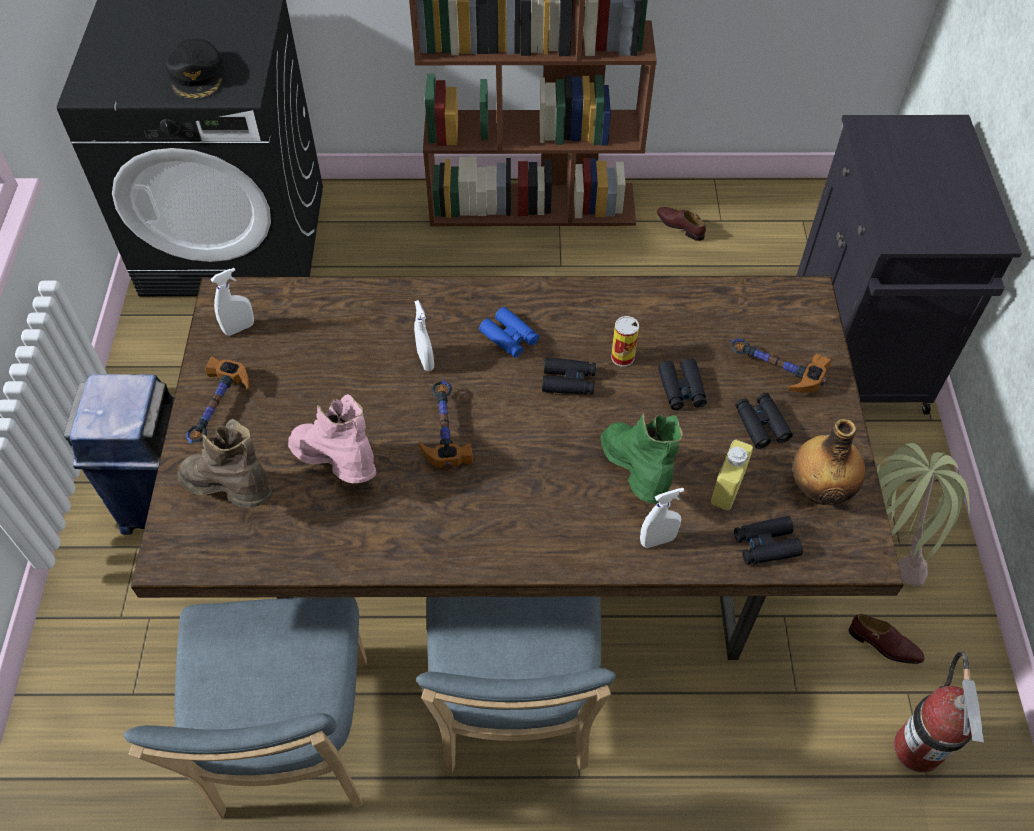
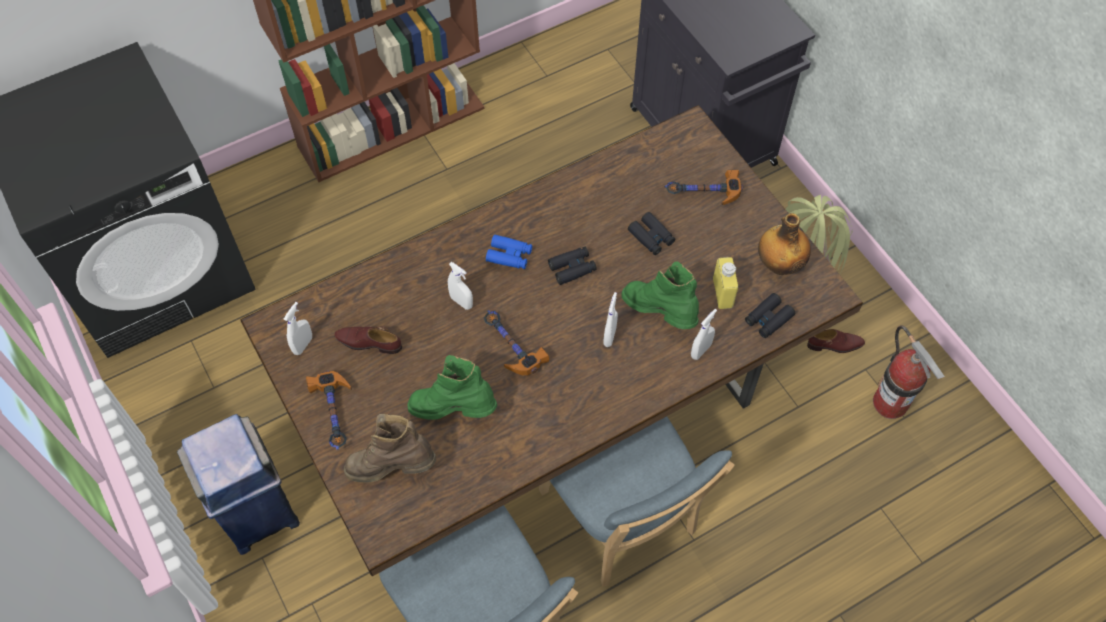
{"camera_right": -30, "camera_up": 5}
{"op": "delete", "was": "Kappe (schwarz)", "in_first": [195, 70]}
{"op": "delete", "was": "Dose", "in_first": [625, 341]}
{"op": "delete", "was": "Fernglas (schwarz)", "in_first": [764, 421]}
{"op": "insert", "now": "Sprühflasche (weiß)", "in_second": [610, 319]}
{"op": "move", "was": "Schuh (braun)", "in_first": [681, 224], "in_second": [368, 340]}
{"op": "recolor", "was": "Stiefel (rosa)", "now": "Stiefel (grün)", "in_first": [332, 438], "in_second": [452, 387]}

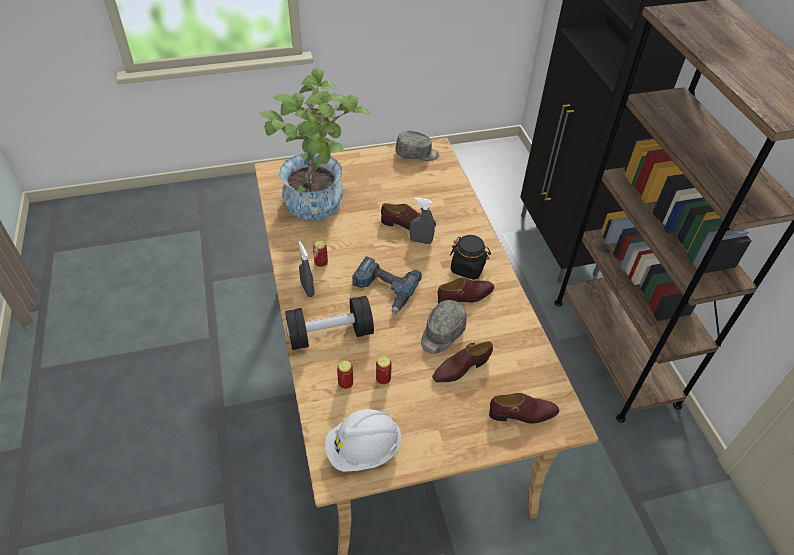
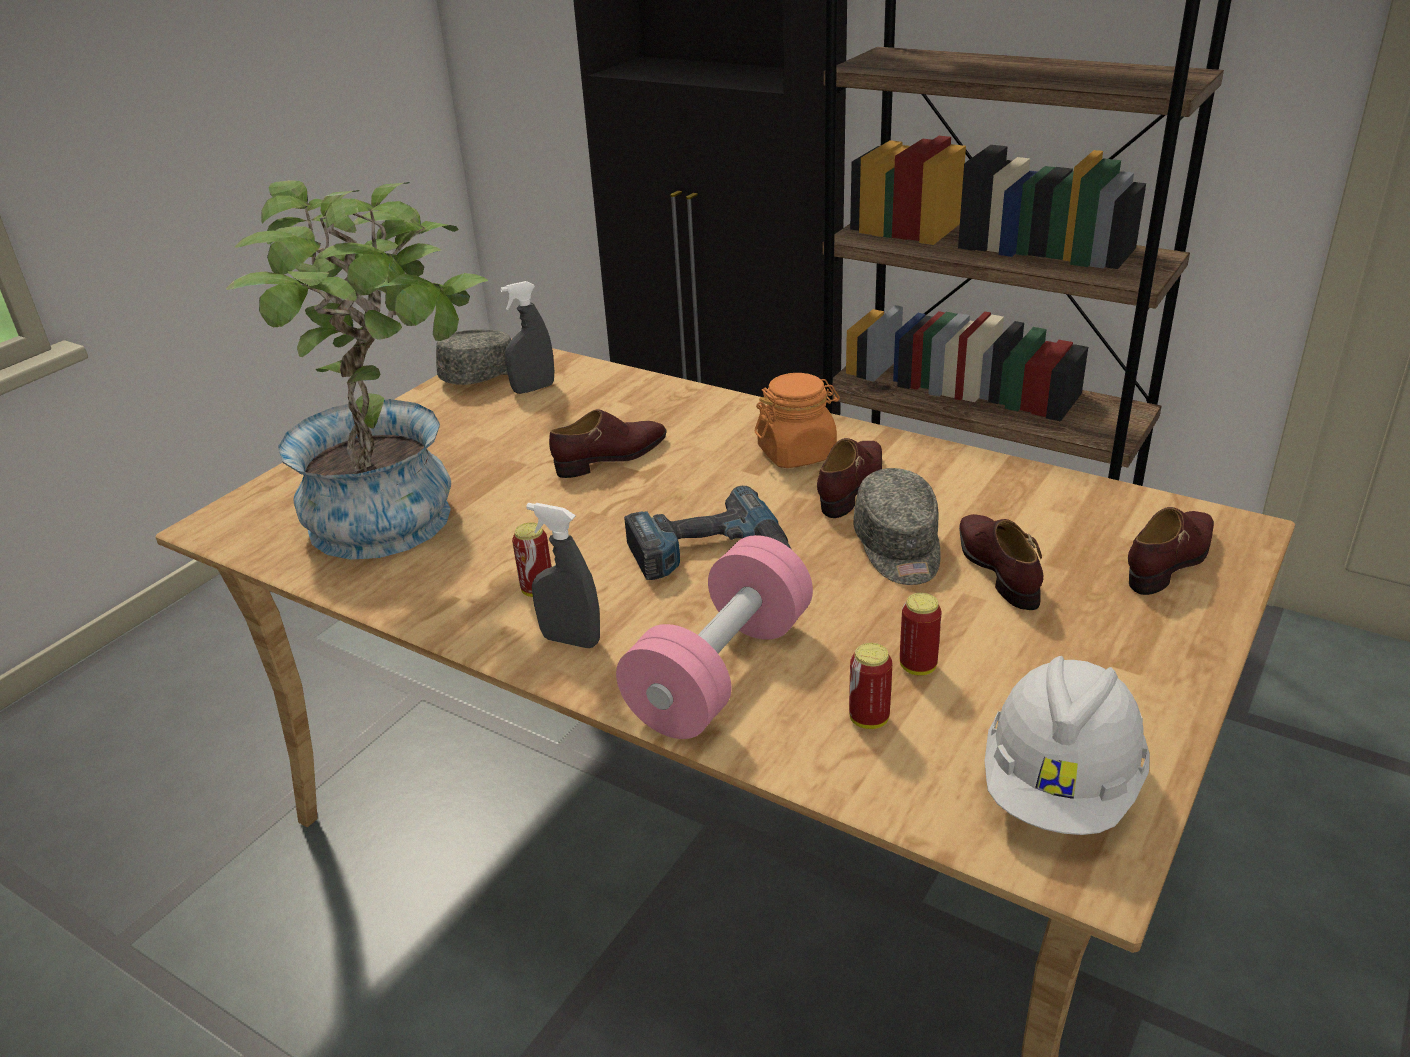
{"camera_right": -40, "camera_up": -15}
{"op": "move", "was": "Sprühflasche (grau)", "in_first": [422, 221], "in_second": [527, 337]}
{"op": "recolor", "was": "Hantel (schwarz)", "now": "Hantel (rosa)", "in_first": [329, 323], "in_second": [714, 637]}
{"op": "recolor", "was": "Vorratsglas (schwarz)", "now": "Vorratsglas (orange)", "in_first": [470, 257], "in_second": [797, 420]}
{"op": "rotate", "was": "Schuh (braun)", "in_first": [462, 361], "in_second": [1001, 562], "clockwise": 150}

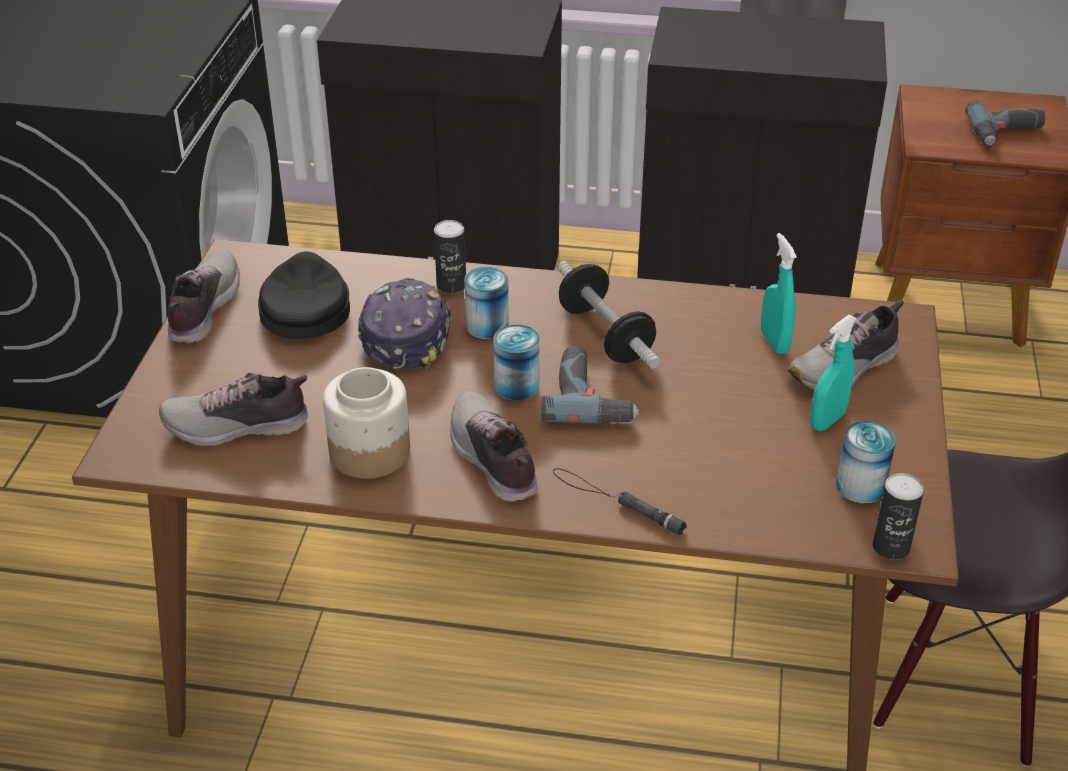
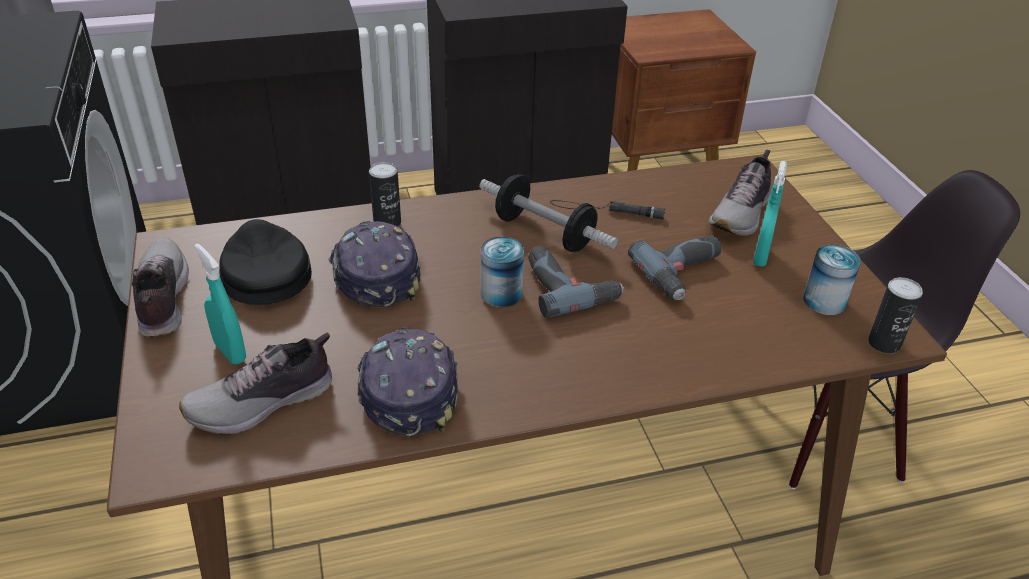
{"camera_right": -25, "camera_up": 0}
{"op": "delete", "was": "Schuh", "in_first": [494, 446]}
{"op": "delete", "was": "Dose", "in_first": [486, 303]}
{"op": "move", "was": "Taschenlampe (schwarz)", "in_first": [620, 501], "in_second": [607, 209]}
{"op": "move", "was": "Sprühflasche (türkis)", "in_first": [779, 293], "in_second": [220, 303]}
{"op": "move", "was": "Bohrmaschine", "in_first": [1005, 123], "in_second": [675, 267]}
{"op": "replace", "was": "Vorratsglas", "now": "Kappe", "in_first": [366, 423], "in_second": [407, 382]}

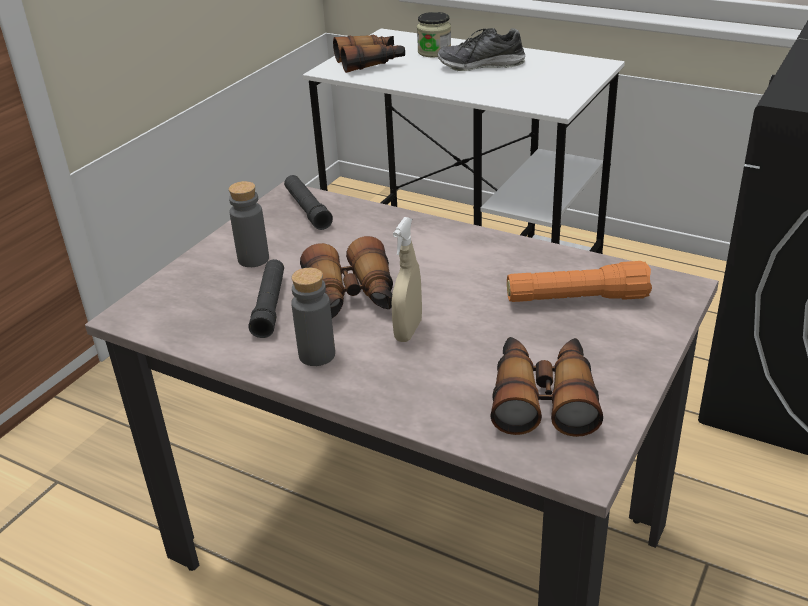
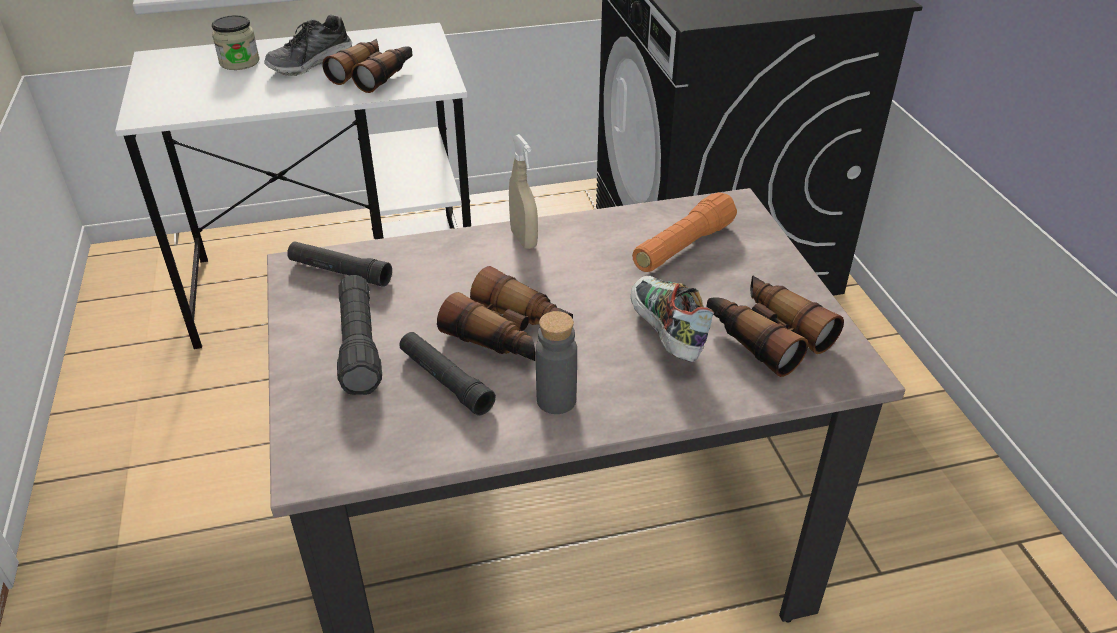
{"camera_right": -45, "camera_up": 5}
{"op": "insert", "now": "Schuh", "in_second": [672, 319]}
{"op": "move", "was": "Fernglas", "in_first": [369, 54], "in_second": [367, 66]}
{"op": "move", "was": "Sprühflasche (beige)", "in_first": [407, 279], "in_second": [523, 191]}
{"op": "replace", "was": "Flasche (grau)", "now": "Taschenlampe (schwarz)", "in_first": [249, 224], "in_second": [359, 335]}

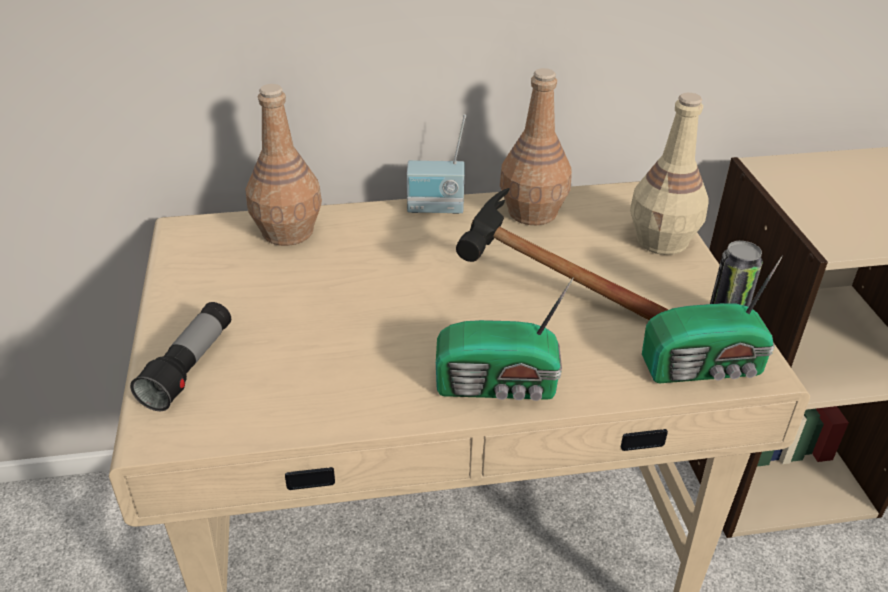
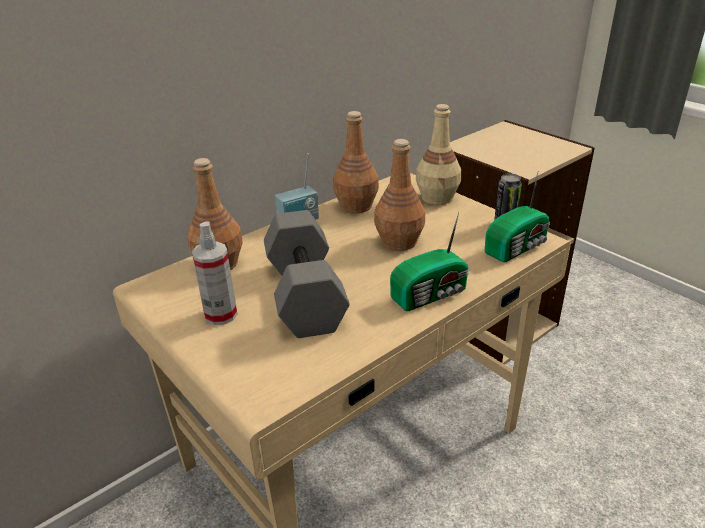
{"camera_right": -30, "camera_up": -5}
{"op": "delete", "was": "Taschenlampe", "in_first": [180, 356]}
{"op": "insert", "now": "Sprühflasche", "in_second": [214, 273]}
{"op": "insert", "now": "Hantel (grau)", "in_second": [307, 274]}
{"op": "replace", "was": "Hammer", "now": "Flasche (braun)", "in_first": [562, 254], "in_second": [399, 195]}

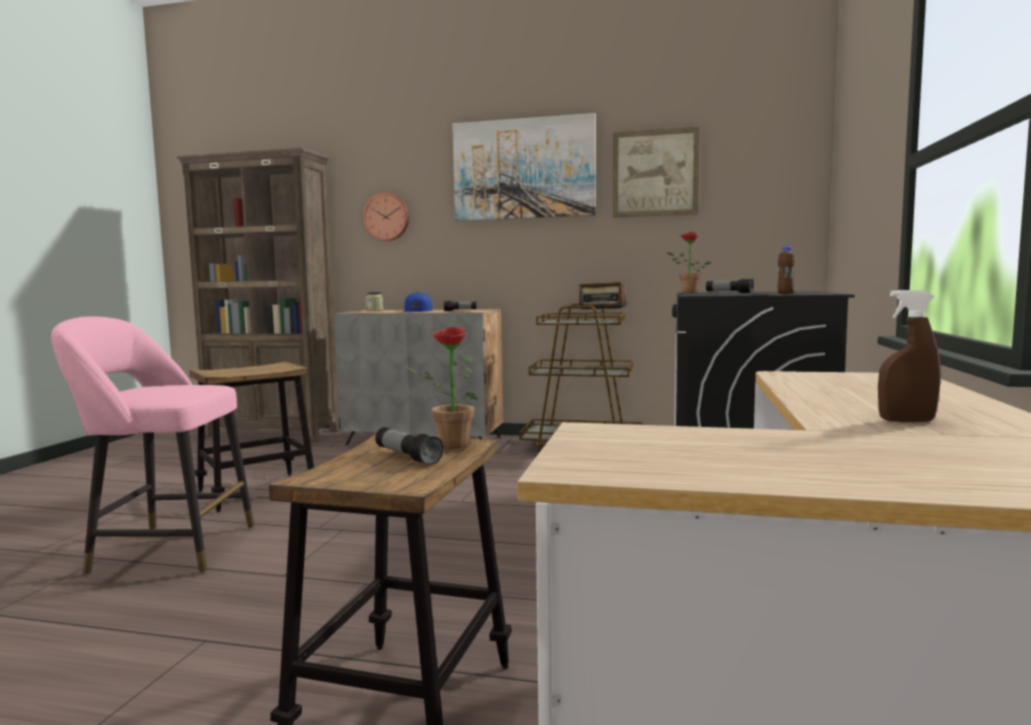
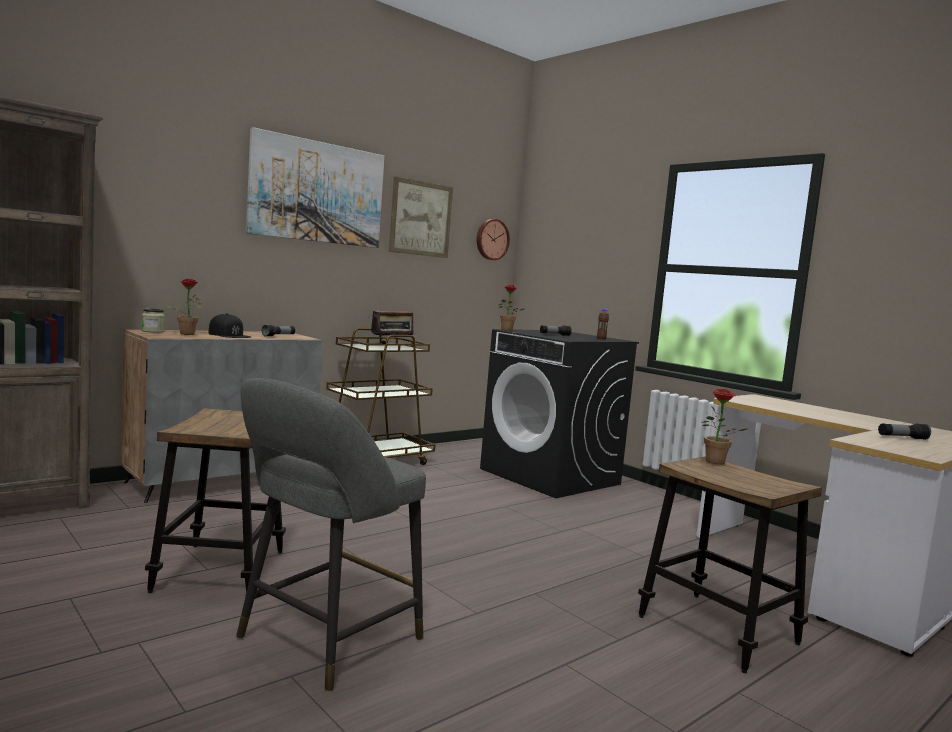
{"camera_right": -55, "camera_up": 0}
{"op": "delete", "was": "Sprühflasche (braun)", "in_first": [909, 356]}
{"op": "insert", "now": "Topfpflanze", "in_second": [184, 307]}
{"op": "move", "was": "Wanduhr", "in_first": [386, 217], "in_second": [493, 239]}
{"op": "move", "was": "Taschenlampe", "in_first": [409, 446], "in_second": [904, 431]}
{"op": "recolor", "was": "Hocker (rosa)", "now": "Hocker (grau)", "in_first": [152, 445], "in_second": [331, 535]}
{"op": "recolor", "was": "Kappe (blau)", "now": "Kappe (schwarz)", "in_first": [417, 302], "in_second": [229, 325]}

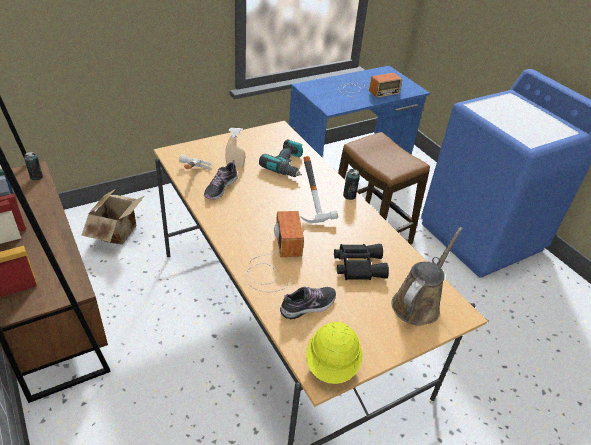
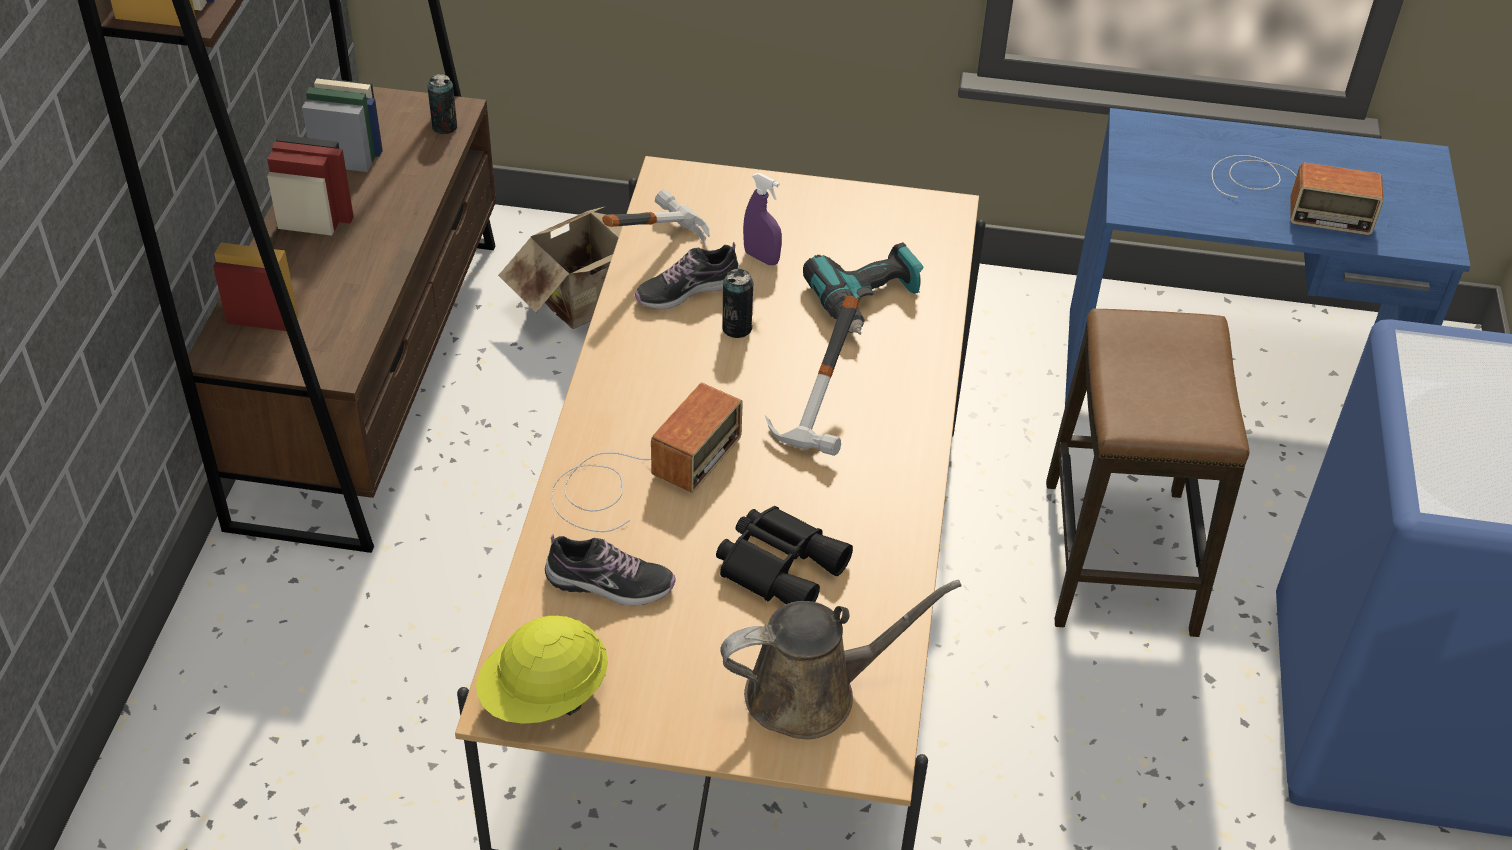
{"camera_right": 40, "camera_up": 5}
{"op": "move", "was": "Dose", "in_first": [351, 184], "in_second": [738, 303]}
{"op": "recolor", "was": "Sprühflasche (beige)", "now": "Sprühflasche (lila)", "in_first": [235, 148], "in_second": [762, 219]}

